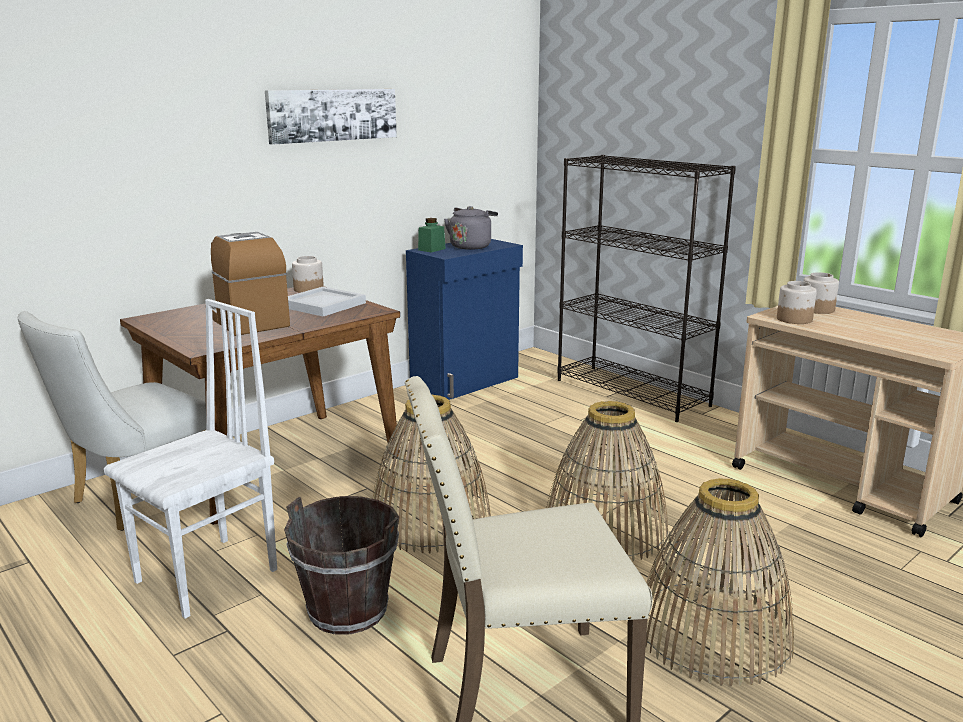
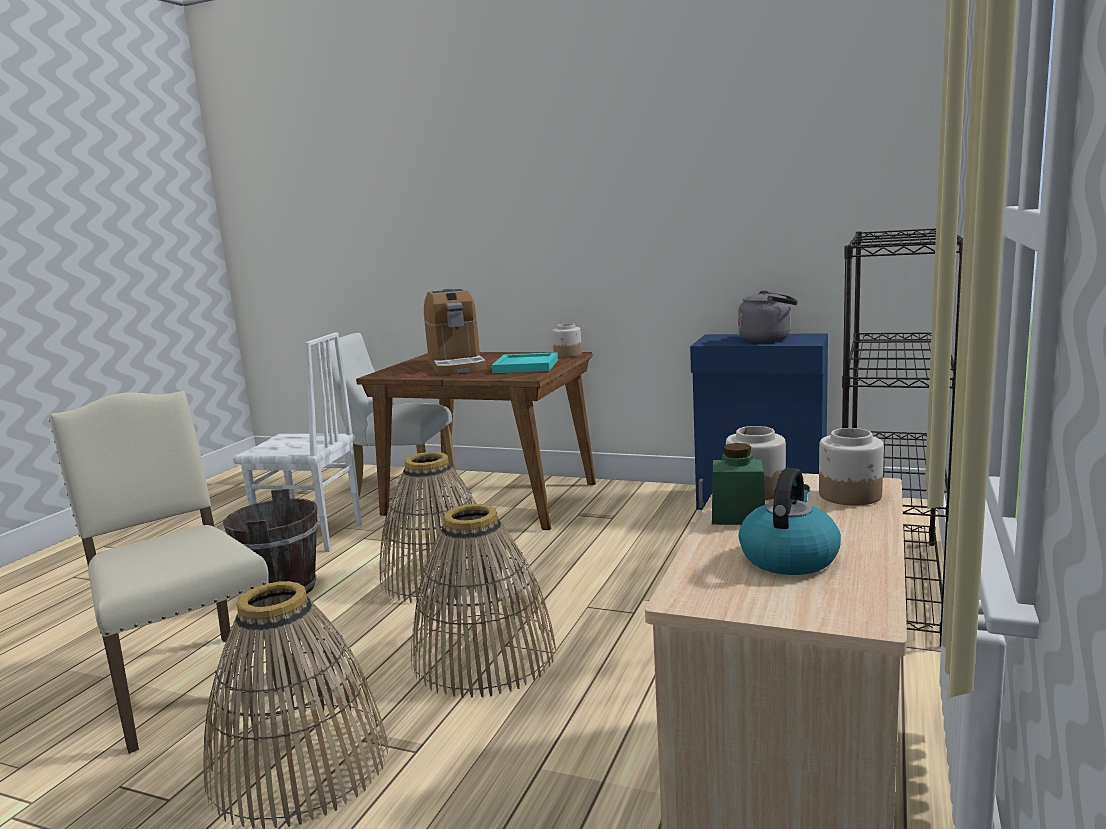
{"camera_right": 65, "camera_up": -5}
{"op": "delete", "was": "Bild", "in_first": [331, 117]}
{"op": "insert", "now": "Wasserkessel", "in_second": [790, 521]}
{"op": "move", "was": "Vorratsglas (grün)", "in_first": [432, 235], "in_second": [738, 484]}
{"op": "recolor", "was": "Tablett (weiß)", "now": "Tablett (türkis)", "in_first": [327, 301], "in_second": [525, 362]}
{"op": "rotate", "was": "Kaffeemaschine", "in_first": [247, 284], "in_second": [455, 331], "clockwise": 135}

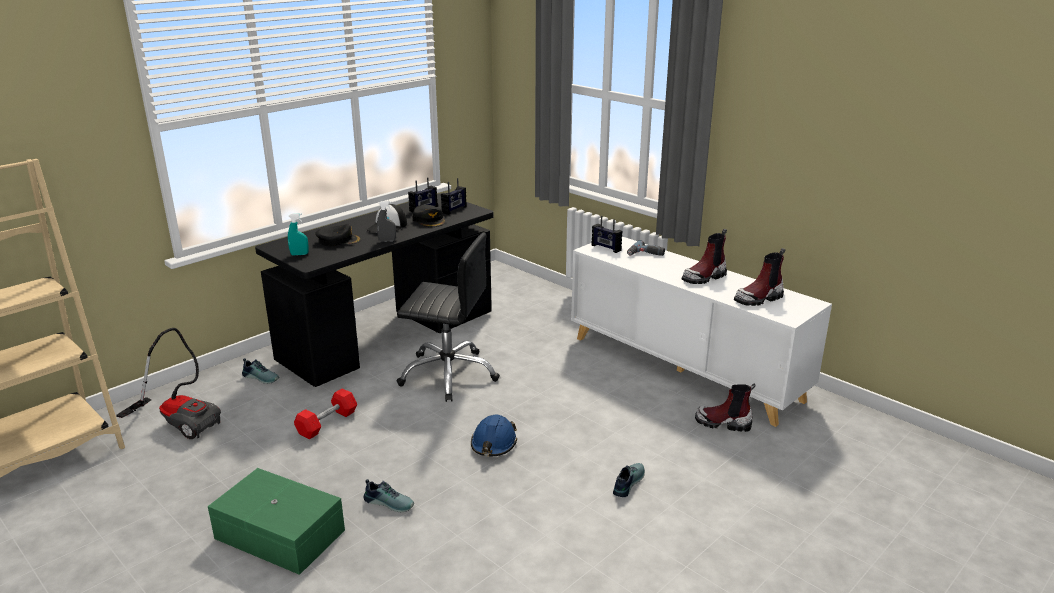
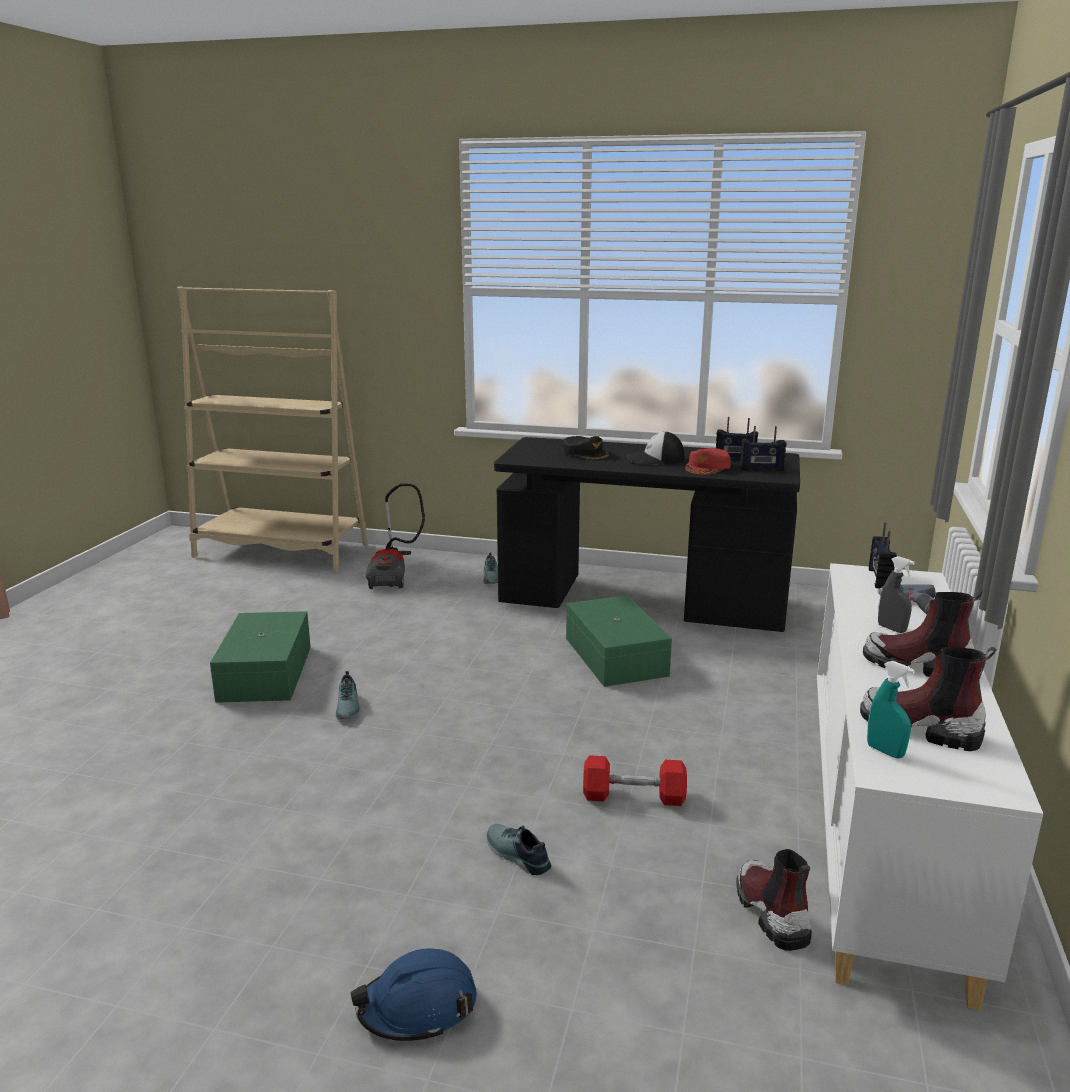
{"camera_right": 60, "camera_up": -5}
{"op": "move", "was": "Sprühflasche (türkis)", "in_first": [298, 234], "in_second": [891, 710]}
{"op": "move", "was": "Hantel (rot)", "in_first": [325, 414], "in_second": [635, 780]}
{"op": "move", "was": "Sprühflasche (grau)", "in_first": [386, 221], "in_second": [896, 594]}
{"op": "move", "was": "Schutzhelm (blau)", "in_first": [494, 435], "in_second": [414, 995]}
{"op": "replace", "was": "Bürostuhl (schwarz)", "now": "Aufbewahrungsbox (grün)", "in_first": [448, 317], "in_second": [619, 641]}
{"op": "recolor", "was": "Kappe (schwarz)", "now": "Kappe (rot)", "in_first": [428, 216], "in_second": [708, 461]}
{"op": "rotate", "was": "Schuh", "in_first": [629, 480], "in_second": [519, 849], "clockwise": -135}

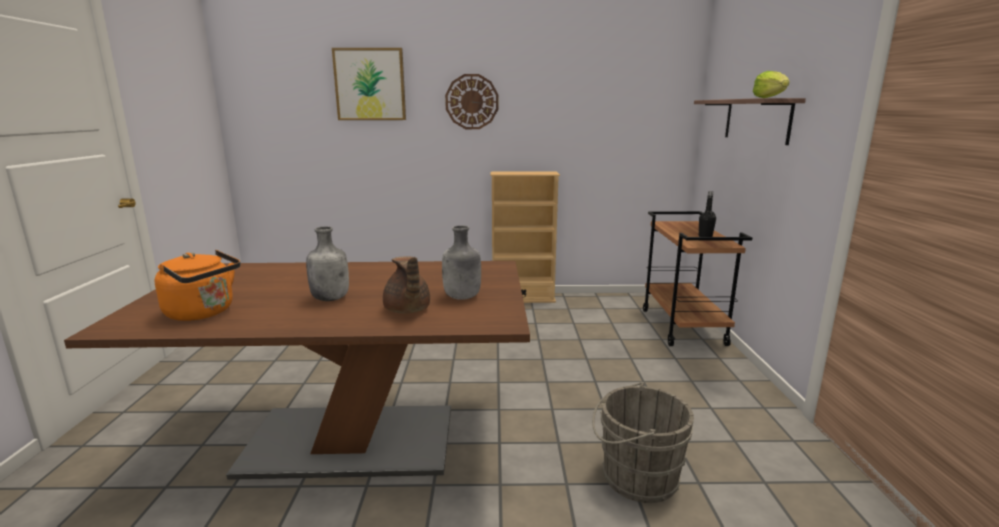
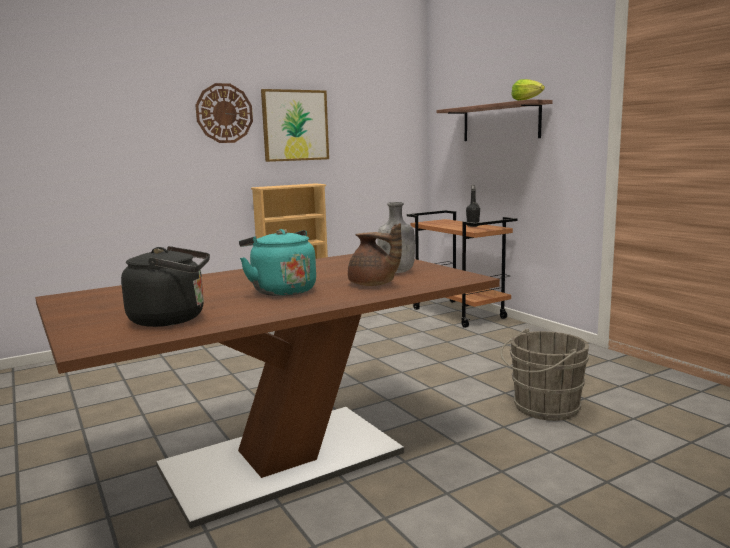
{"camera_right": -30, "camera_up": -5}
{"op": "move", "was": "Bild", "in_first": [369, 84], "in_second": [295, 125]}
{"op": "replace", "was": "Flasche (grau)", "now": "Wasserkessel (türkis)", "in_first": [327, 263], "in_second": [277, 262]}
{"op": "recolor", "was": "Wasserkessel (orange)", "now": "Wasserkessel (schwarz)", "in_first": [197, 285], "in_second": [165, 286]}

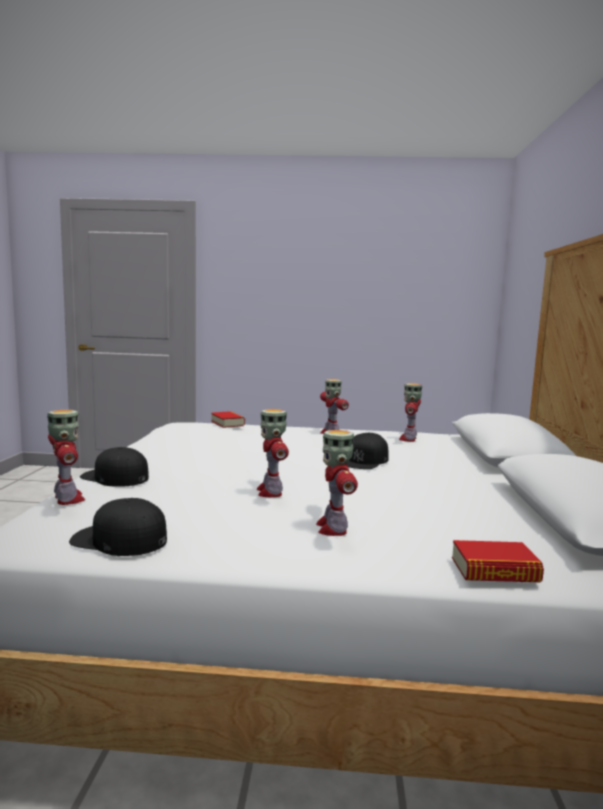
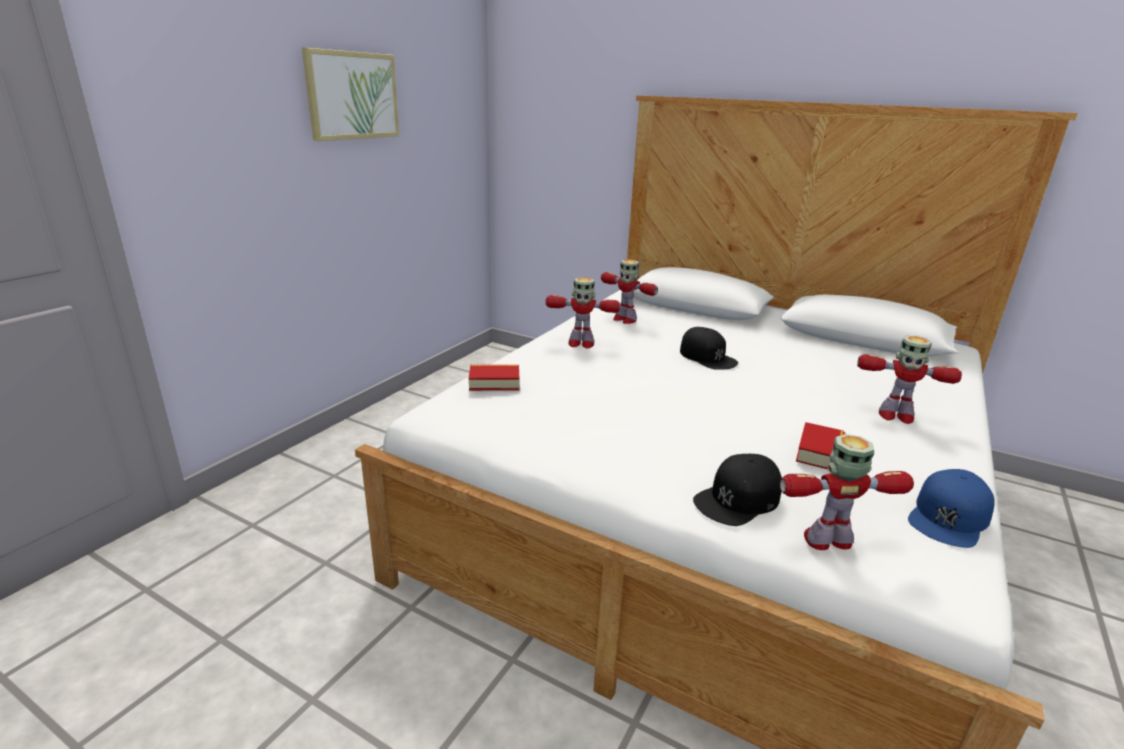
{"camera_right": -65, "camera_up": 15}
{"op": "delete", "was": "Spielzeugroboter", "in_first": [272, 453]}
{"op": "insert", "now": "Bild", "in_second": [350, 94]}
{"op": "move", "was": "Buch", "in_first": [498, 561], "in_second": [820, 445]}
{"op": "recolor", "was": "Kappe (schwarz)", "now": "Kappe (blau)", "in_first": [118, 527], "in_second": [951, 508]}

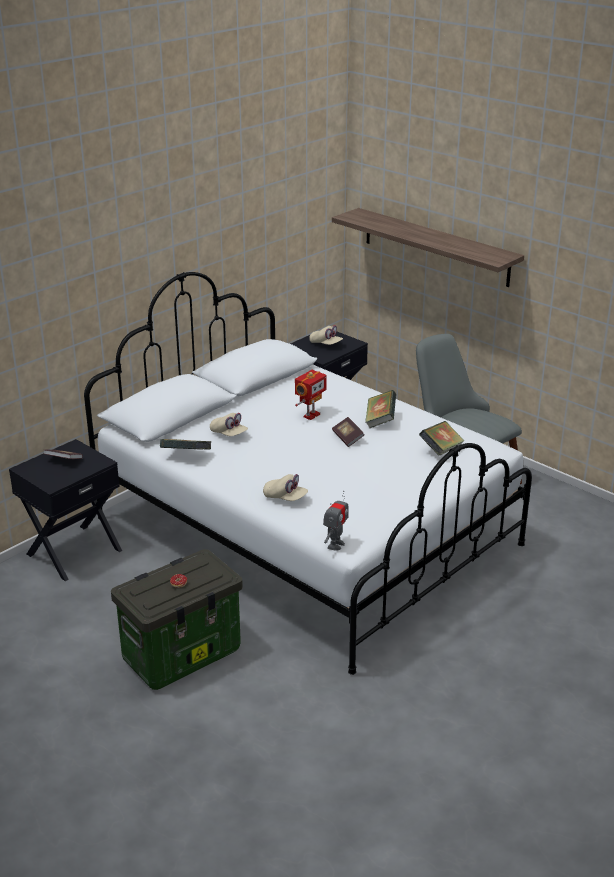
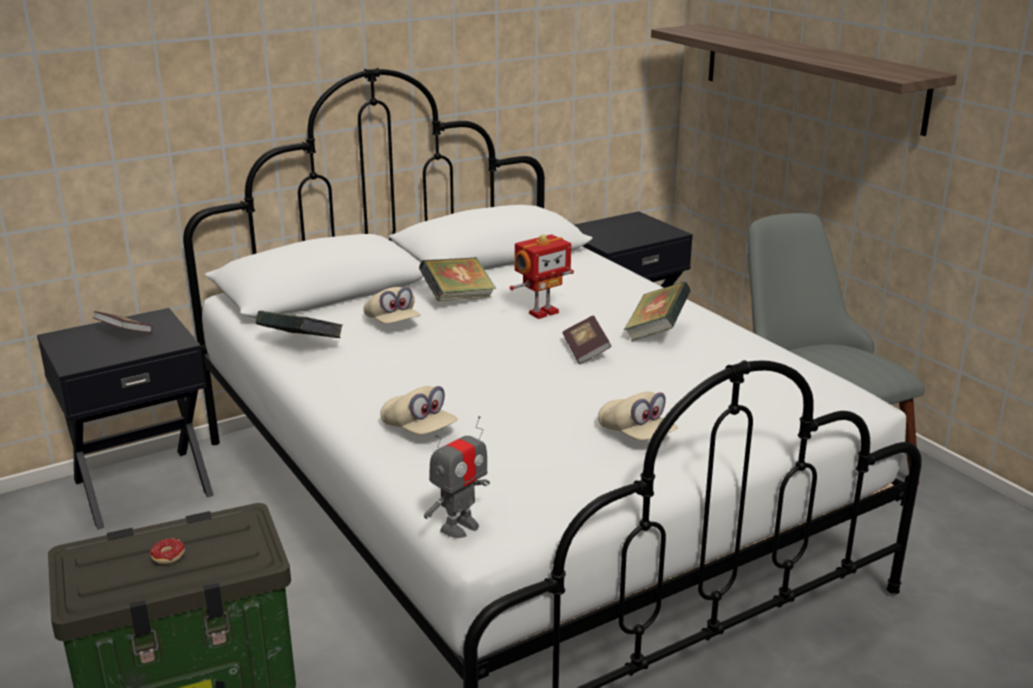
{"camera_right": 15, "camera_up": -5}
{"op": "move", "was": "Kappe (beige)", "in_first": [326, 335], "in_second": [638, 416]}
{"op": "move", "was": "Buch", "in_first": [442, 438], "in_second": [457, 279]}

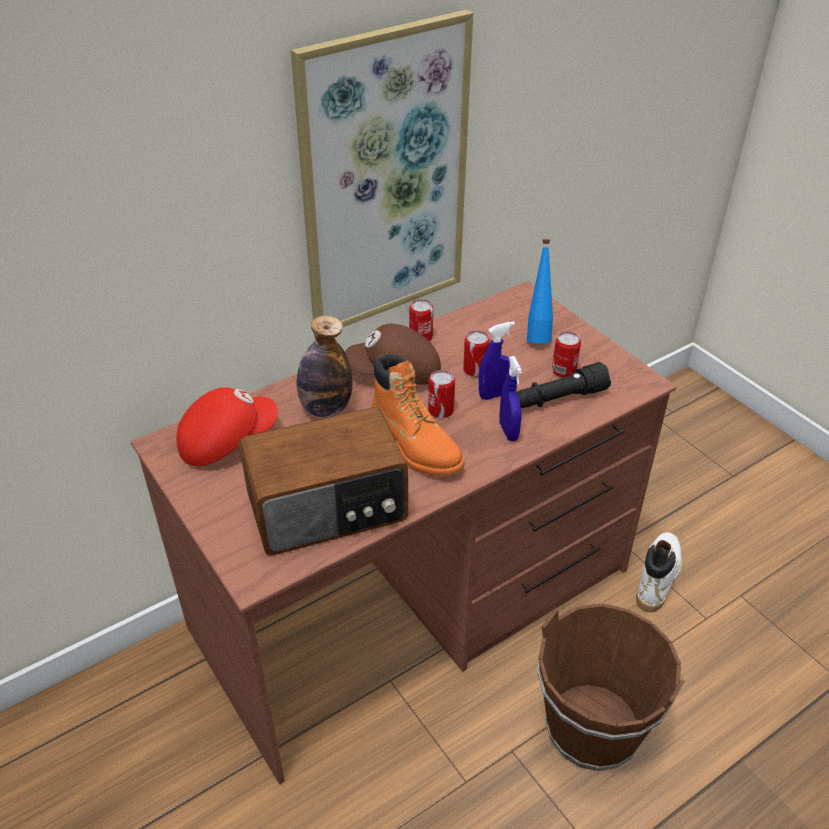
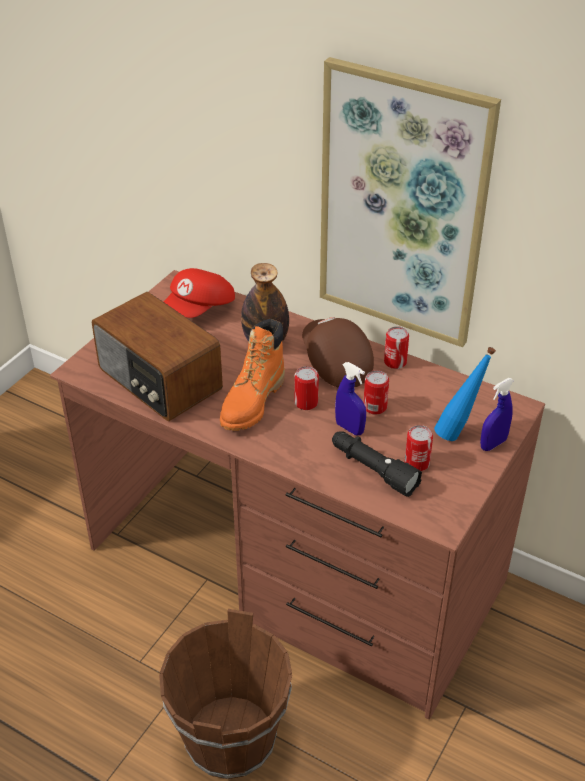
{"camera_right": 65, "camera_up": 0}
{"op": "delete", "was": "Stiefel (weiß)", "in_first": [658, 572]}
{"op": "move", "was": "Sprühflasche (blau)", "in_first": [510, 398], "in_second": [497, 414]}
{"op": "rotate", "was": "Kappe (rot)", "in_first": [227, 426], "in_second": [199, 293], "clockwise": 90}

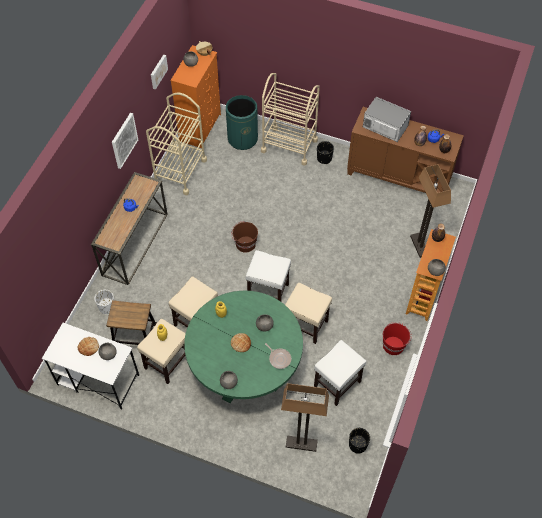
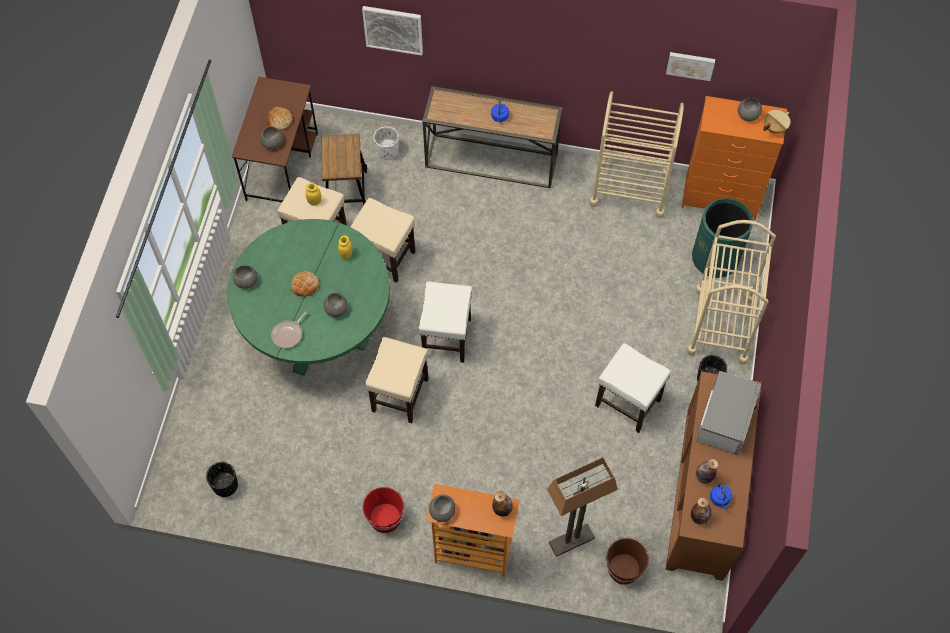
{"camera_right": 80, "camera_up": 5}
{"op": "delete", "was": "Stehlampe", "in_first": [305, 417]}
{"op": "move", "was": "Bild", "in_first": [125, 141], "in_second": [392, 31]}
{"op": "move", "was": "Eimer (braun)", "in_first": [244, 237], "in_second": [627, 560]}
{"op": "move", "was": "Hocker (weiß)", "in_first": [340, 373], "in_second": [633, 388]}
{"op": "recolor", "was": "Schreibtisch (weiß)", "now": "Schreibtisch (braun)", "in_first": [91, 366], "in_second": [275, 139]}

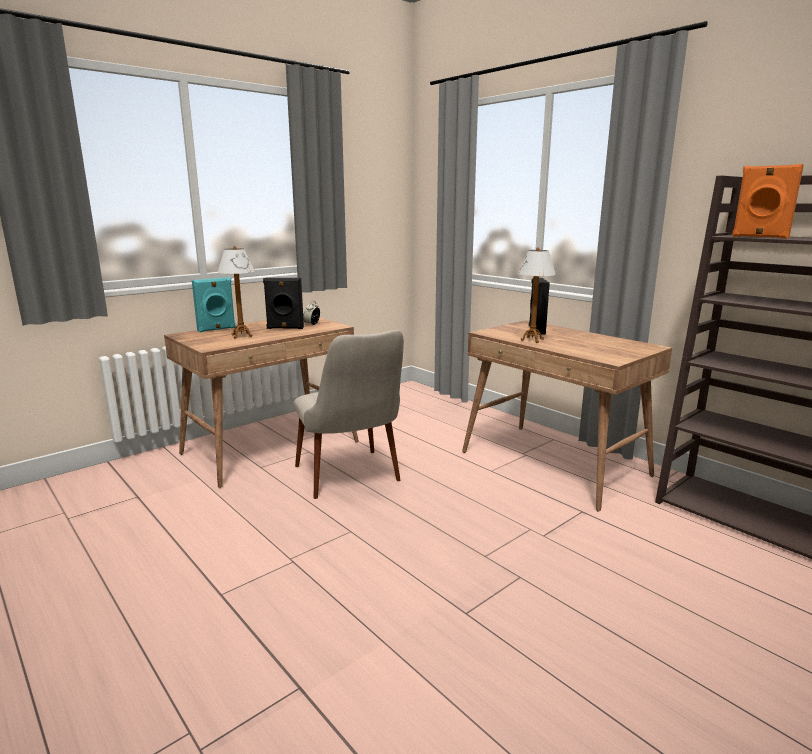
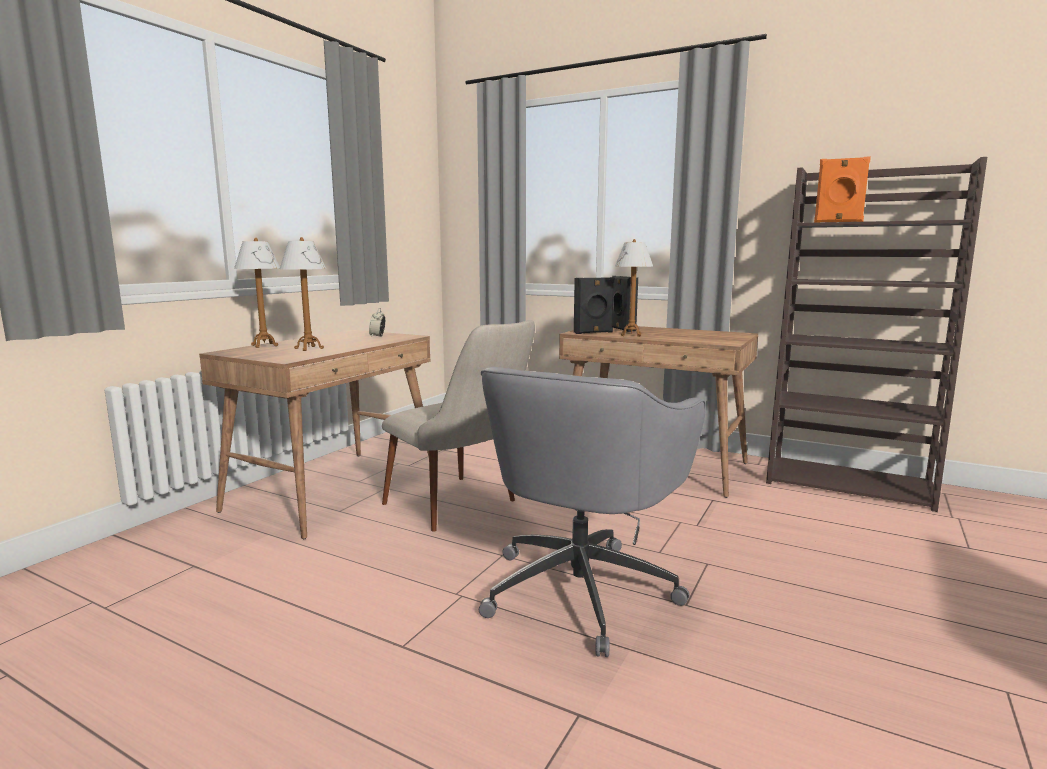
{"camera_right": -20, "camera_up": -5}
{"op": "insert", "now": "Bürostuhl (grau)", "in_second": [592, 512]}
{"op": "move", "was": "Lautsprecher (schwarz)", "in_first": [283, 303], "in_second": [594, 305]}
{"op": "replace", "was": "Lautsprecher (türkis)", "now": "Tischlampe", "in_first": [214, 304], "in_second": [257, 293]}

